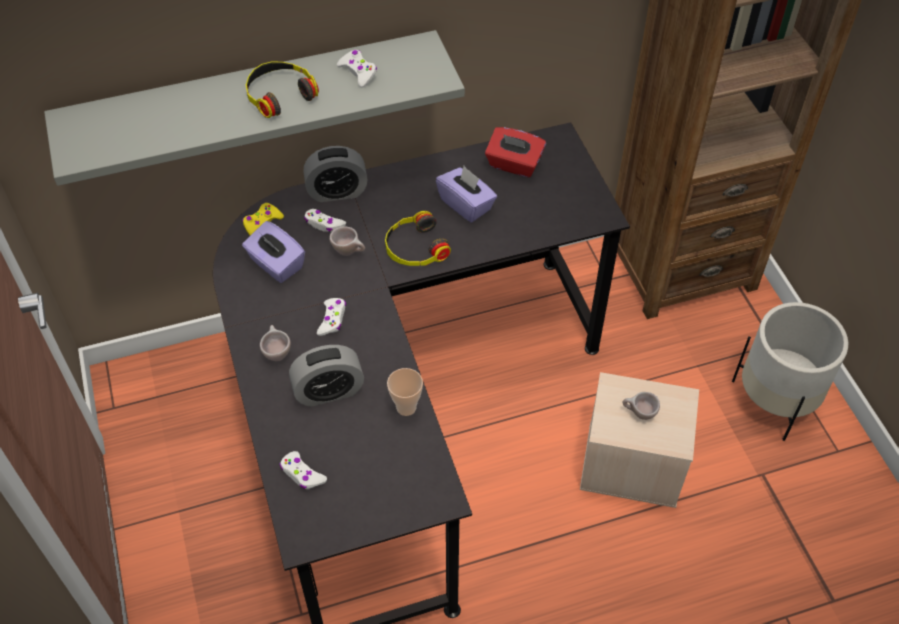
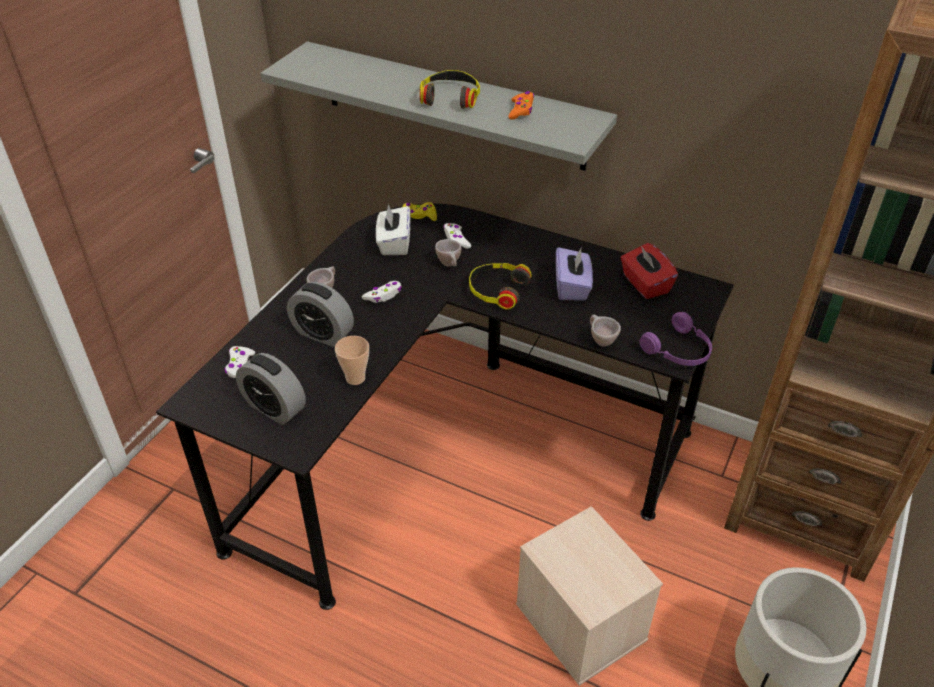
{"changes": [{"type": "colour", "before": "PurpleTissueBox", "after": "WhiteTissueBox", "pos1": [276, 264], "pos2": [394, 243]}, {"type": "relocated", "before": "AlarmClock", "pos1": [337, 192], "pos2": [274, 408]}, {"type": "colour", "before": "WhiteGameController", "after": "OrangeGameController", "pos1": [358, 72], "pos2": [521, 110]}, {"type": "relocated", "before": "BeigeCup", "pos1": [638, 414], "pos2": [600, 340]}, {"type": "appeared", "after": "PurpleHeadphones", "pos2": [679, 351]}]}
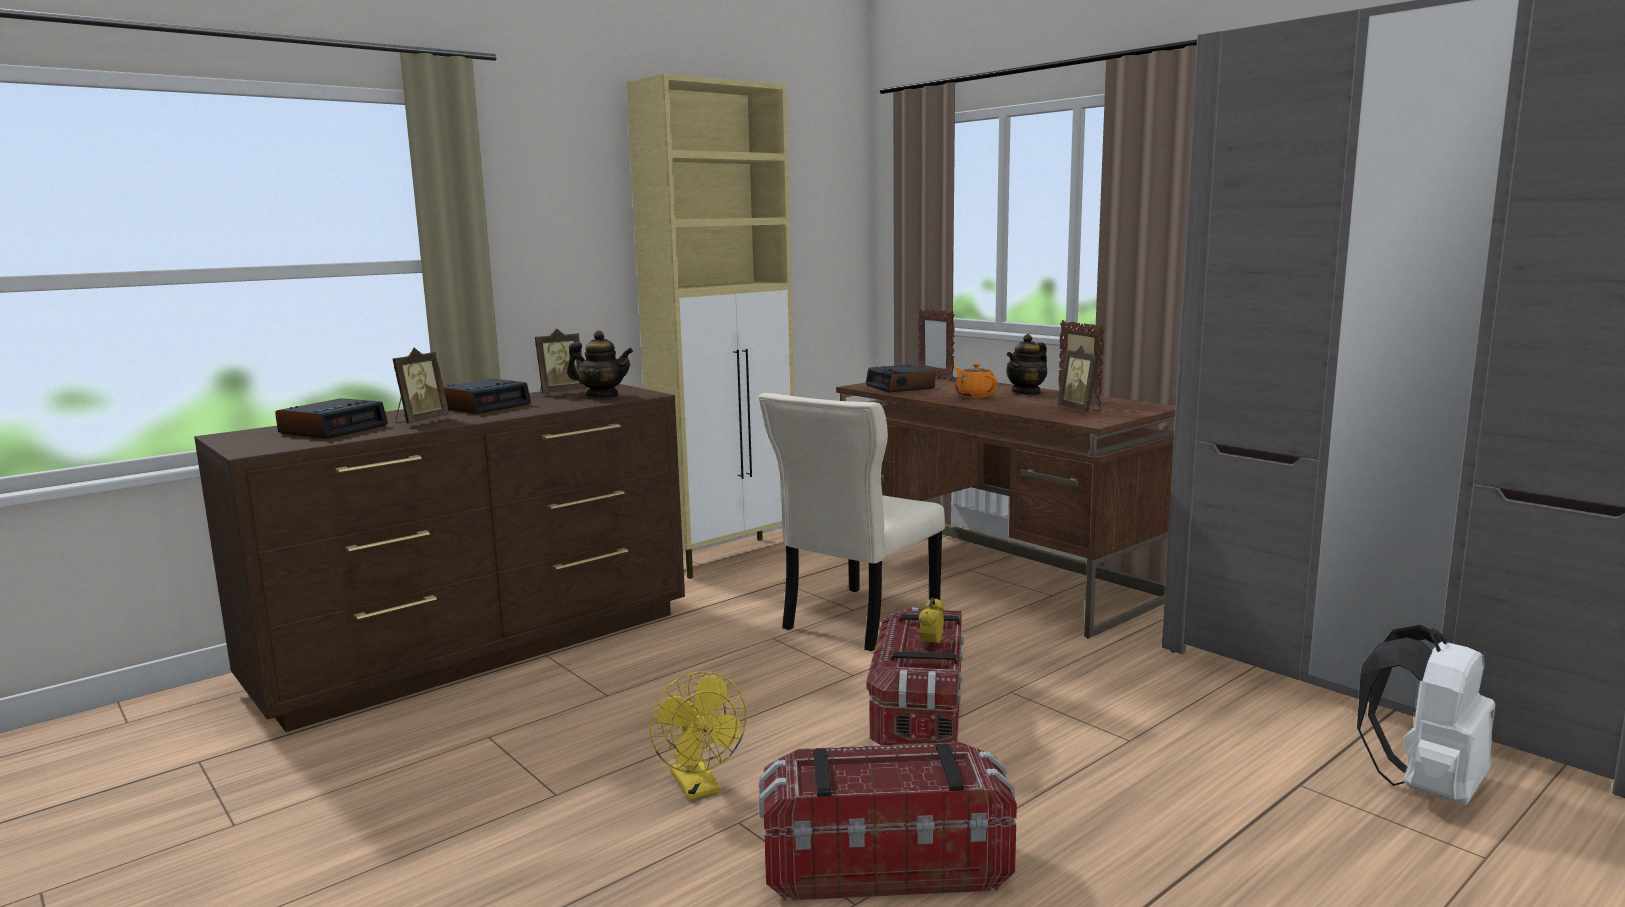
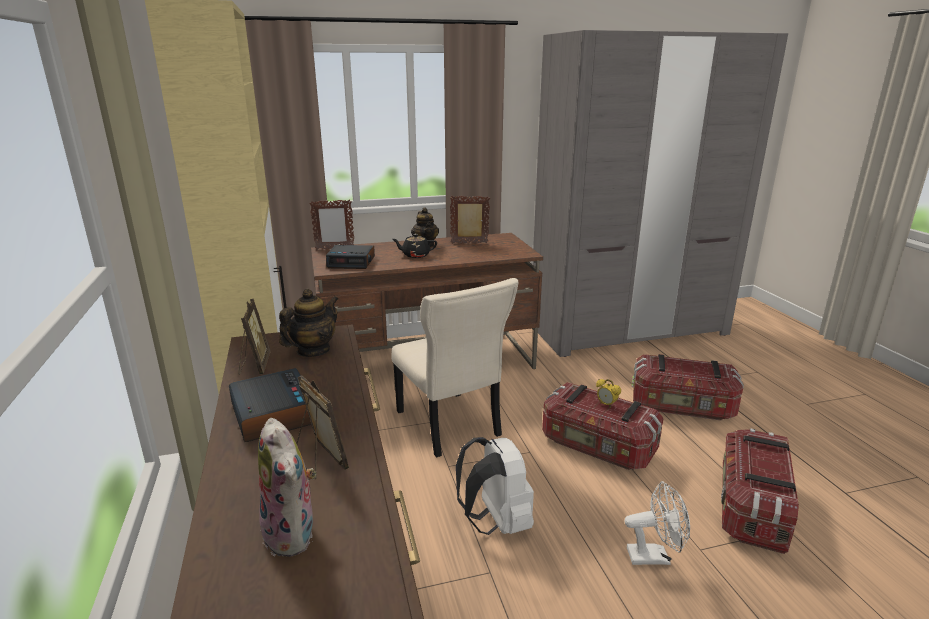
{"changes": [{"type": "exchanged", "before": "AlarmClock", "after": "PlushToy", "pos1": [334, 429], "pos2": [294, 534]}, {"type": "colour", "before": "YellowFan", "after": "WhiteFan", "pos1": [699, 788], "pos2": [654, 556]}, {"type": "colour", "before": "OrangeTeapot", "after": "BlackTeapot", "pos1": [975, 395], "pos2": [415, 255]}, {"type": "missing", "before": "PictureFrame", "pos1": [1080, 410]}, {"type": "relocated", "before": "WhiteBackpack", "pos1": [1425, 787], "pos2": [496, 522]}, {"type": "appeared", "after": "StorageBox", "pos2": [682, 406]}]}
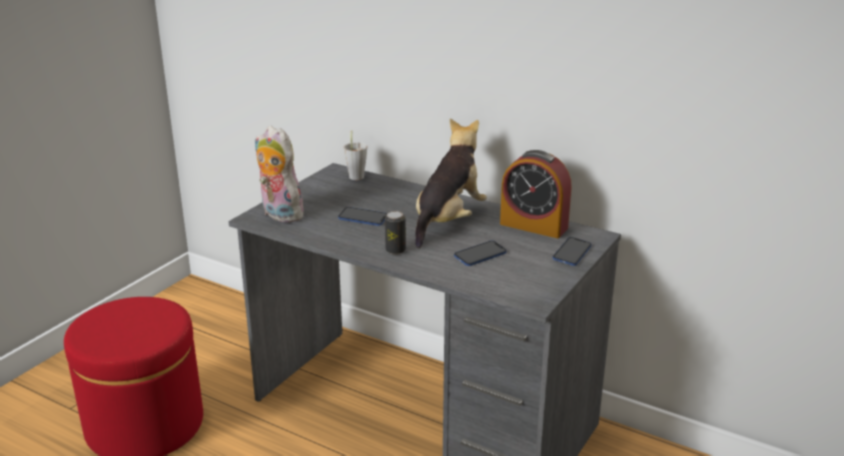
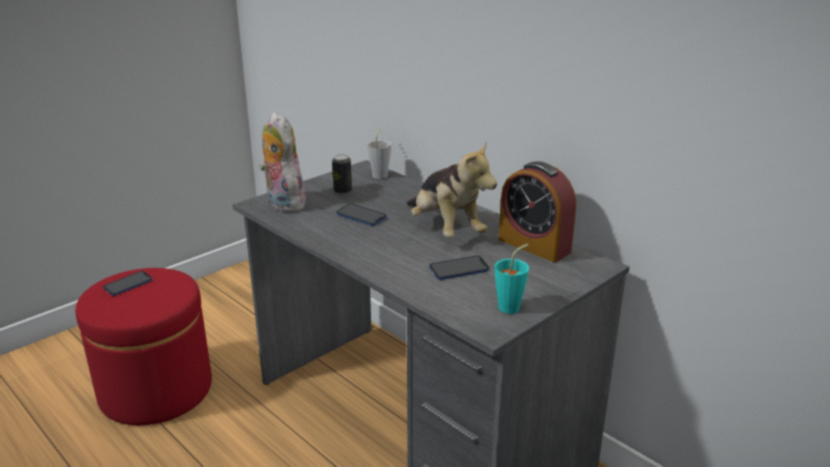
{"changes": [{"type": "relocated", "before": "Can", "pos1": [395, 250], "pos2": [342, 191]}, {"type": "spun", "before": "PlushToy", "pos1": [448, 221], "pos2": [445, 229], "turn": 105}, {"type": "relocated", "before": "Phone", "pos1": [572, 253], "pos2": [128, 284]}, {"type": "appeared", "after": "TurquoiseCup", "pos2": [512, 306]}]}
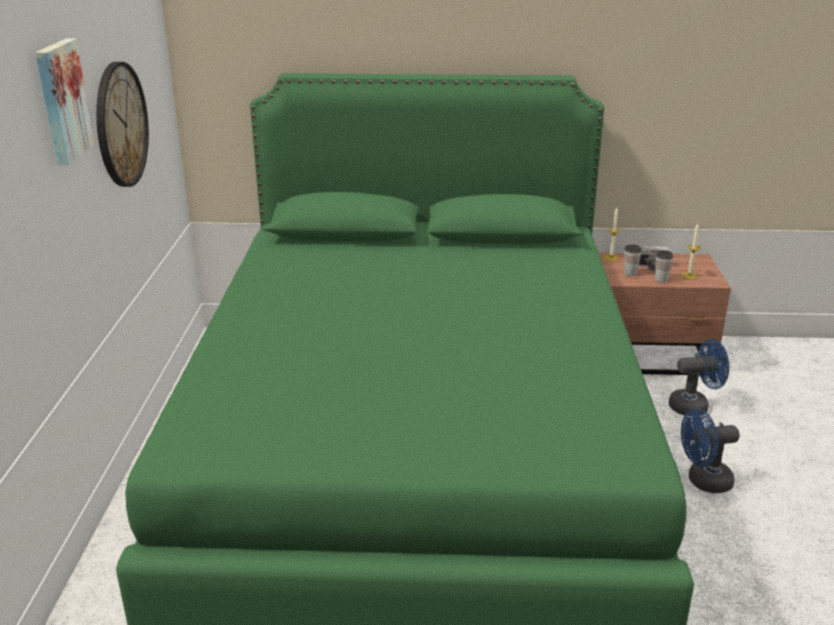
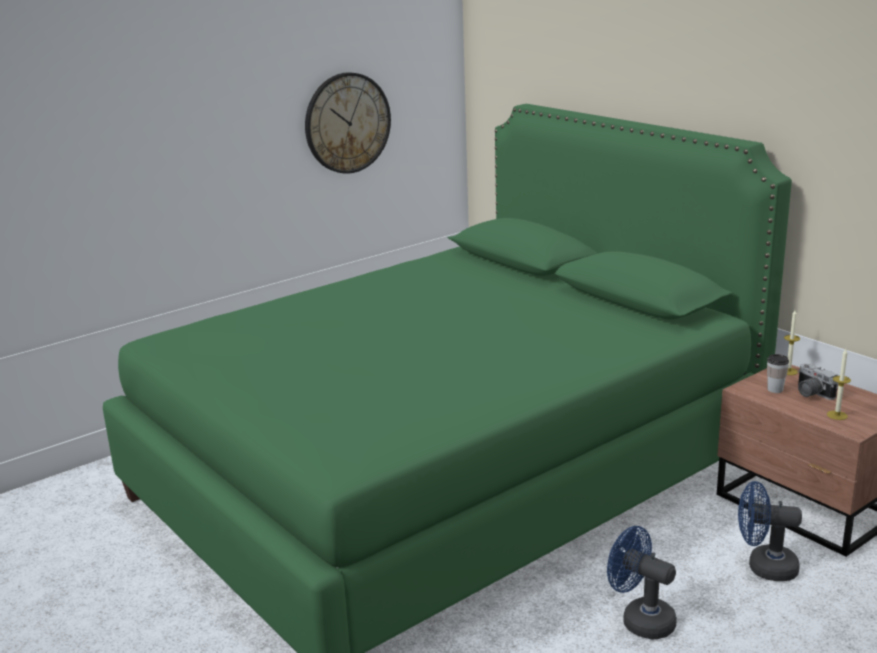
{"changes": [{"type": "missing", "before": "Picture", "pos1": [61, 101]}, {"type": "missing", "before": "Cup", "pos1": [661, 280]}, {"type": "spun", "before": "BlueFan", "pos1": [694, 406], "pos2": [764, 567], "turn": 150}]}
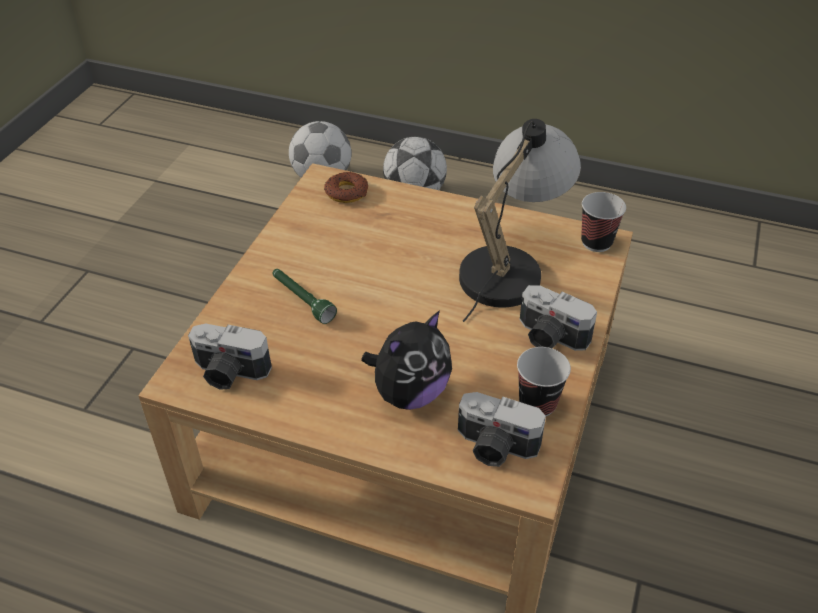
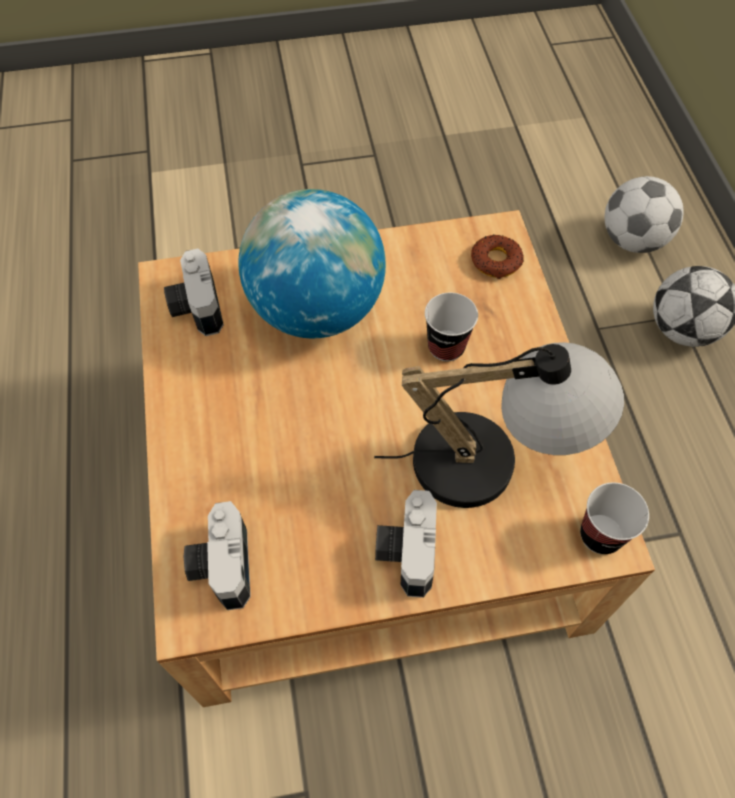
{"changes": [{"type": "exchanged", "before": "GreenFlashlight", "after": "Globe", "pos1": [302, 300], "pos2": [316, 309]}, {"type": "missing", "before": "PlushToy", "pos1": [409, 393]}, {"type": "relocated", "before": "Cup", "pos1": [537, 404], "pos2": [446, 347]}]}
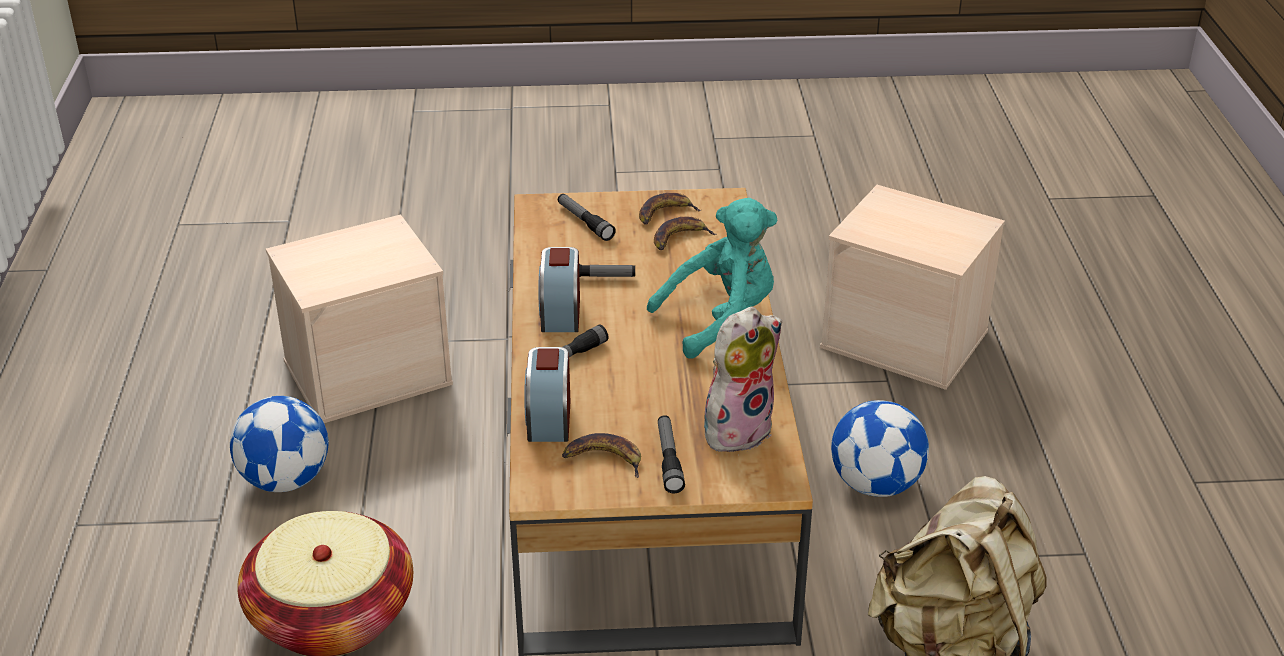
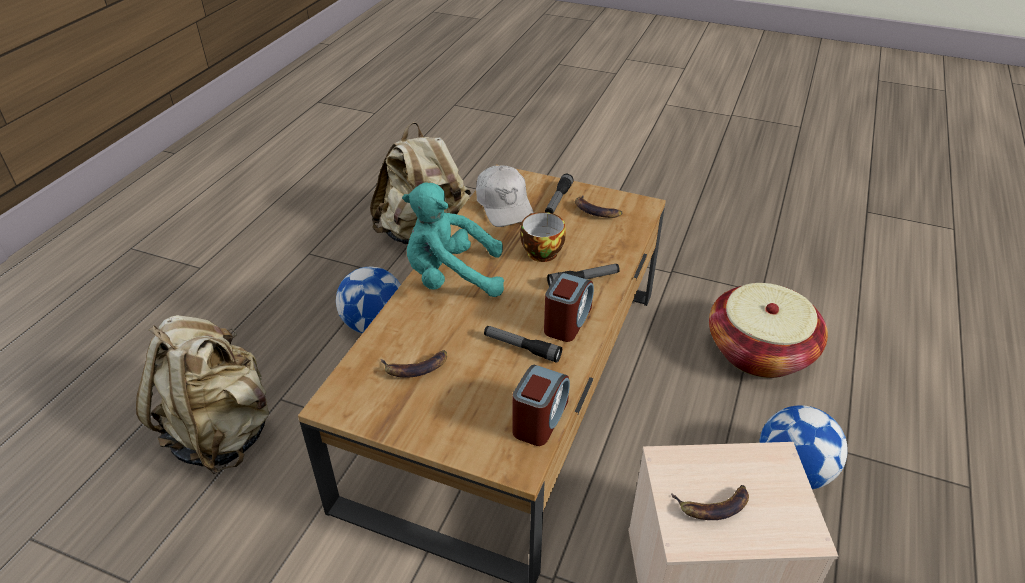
{"changes": [{"type": "relocated", "before": "AlarmClock", "pos1": [548, 418], "pos2": [540, 419]}, {"type": "missing", "before": "Flashlight", "pos1": [585, 222]}, {"type": "relocated", "before": "Banana", "pos1": [665, 214], "pos2": [713, 505]}, {"type": "exchanged", "before": "PlushToy", "after": "WhiteCap", "pos1": [737, 429], "pos2": [504, 205]}, {"type": "exchanged", "before": "BeigeStorageBox", "after": "BeigeBackpack", "pos1": [907, 339], "pos2": [222, 432]}, {"type": "appeared", "after": "Cup", "pos2": [540, 251]}]}
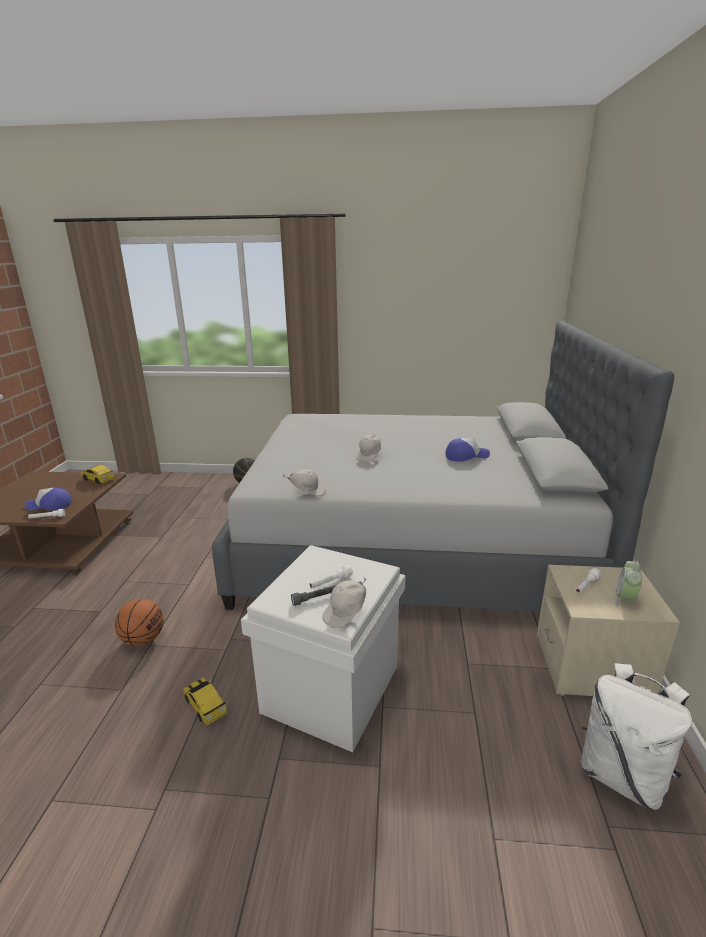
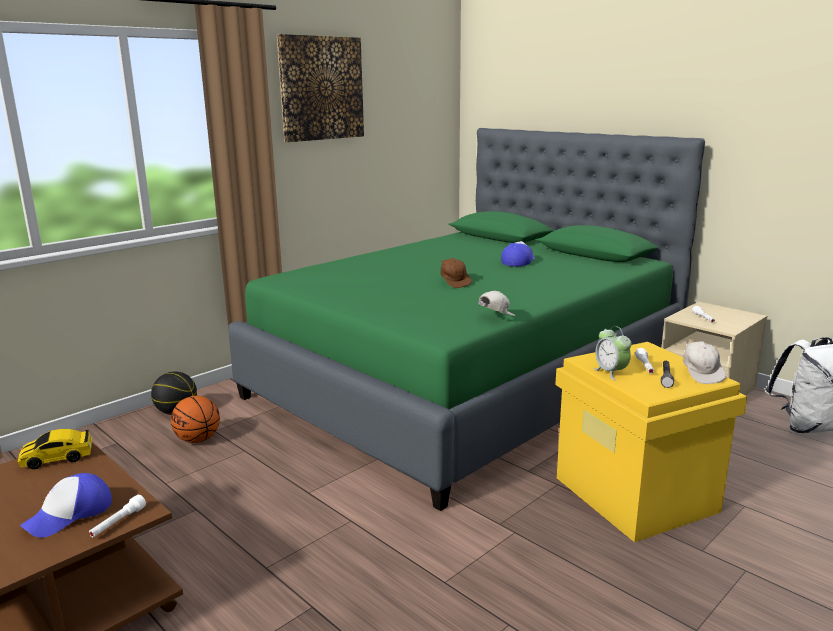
{"changes": [{"type": "relocated", "before": "Basketball", "pos1": [143, 639], "pos2": [198, 440]}, {"type": "missing", "before": "ToyCar", "pos1": [205, 705]}, {"type": "colour", "before": "GreyBed", "after": "GreenBed", "pos1": [410, 543], "pos2": [467, 382]}, {"type": "colour", "before": "WhiteStorageBox", "after": "YellowStorageBox", "pos1": [331, 690], "pos2": [637, 495]}, {"type": "colour", "before": "WhiteCap", "after": "BrownCap", "pos1": [369, 456], "pos2": [455, 282]}, {"type": "relocated", "before": "AlarmClock", "pos1": [625, 599], "pos2": [611, 372]}, {"type": "appeared", "after": "Picture", "pos2": [321, 88]}]}
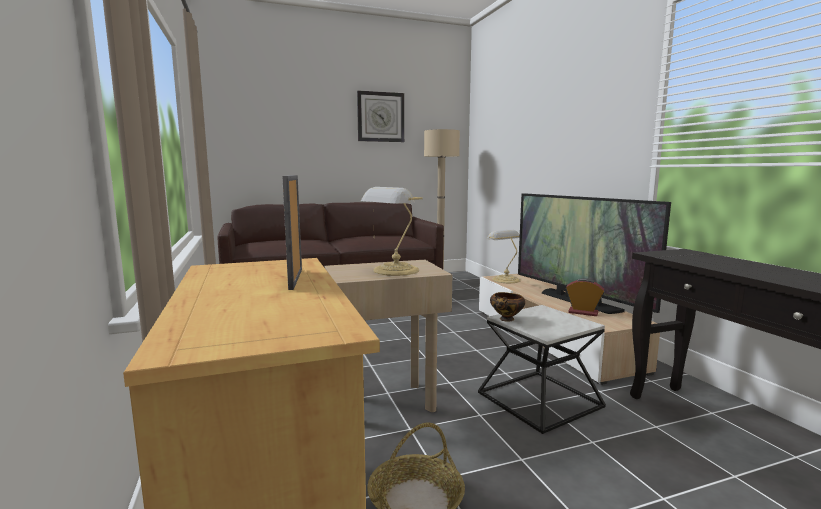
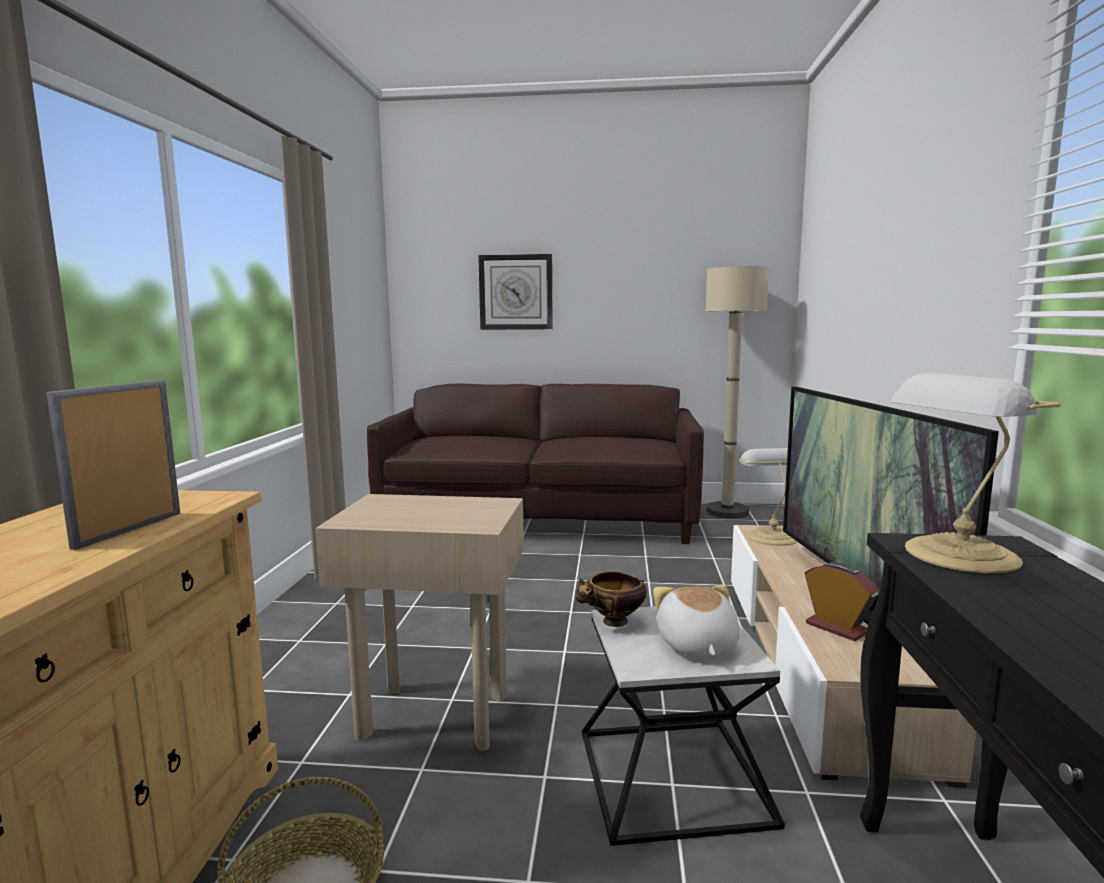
{"changes": [{"type": "relocated", "before": "WallClock", "pos1": [380, 117], "pos2": [516, 292]}, {"type": "relocated", "before": "TableLamp", "pos1": [394, 270], "pos2": [957, 555]}, {"type": "appeared", "after": "PlushToy", "pos2": [696, 646]}]}
